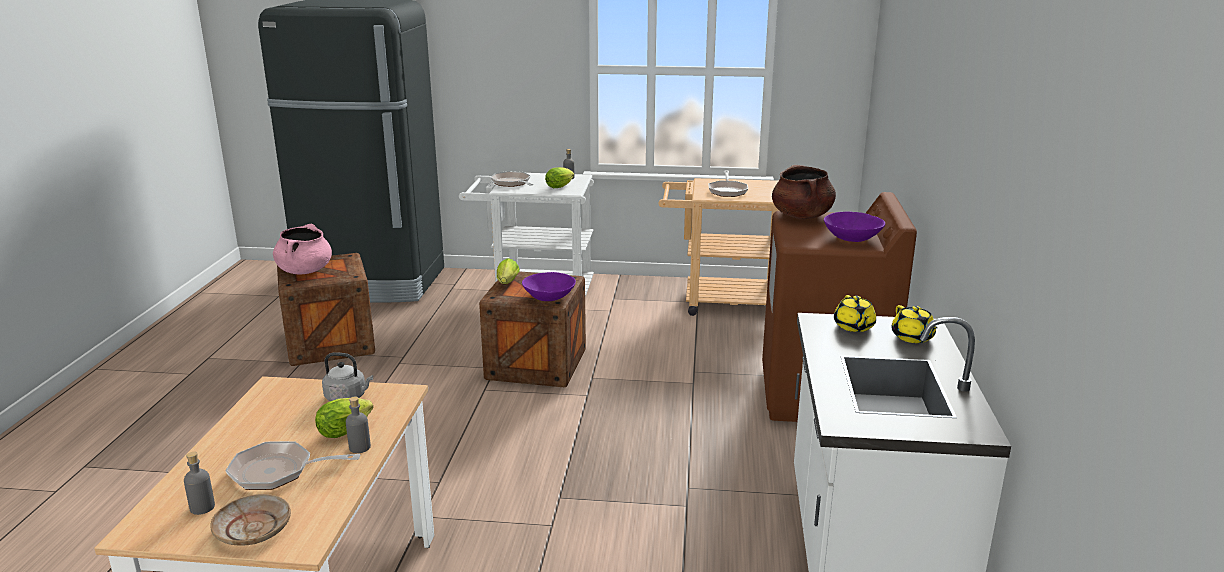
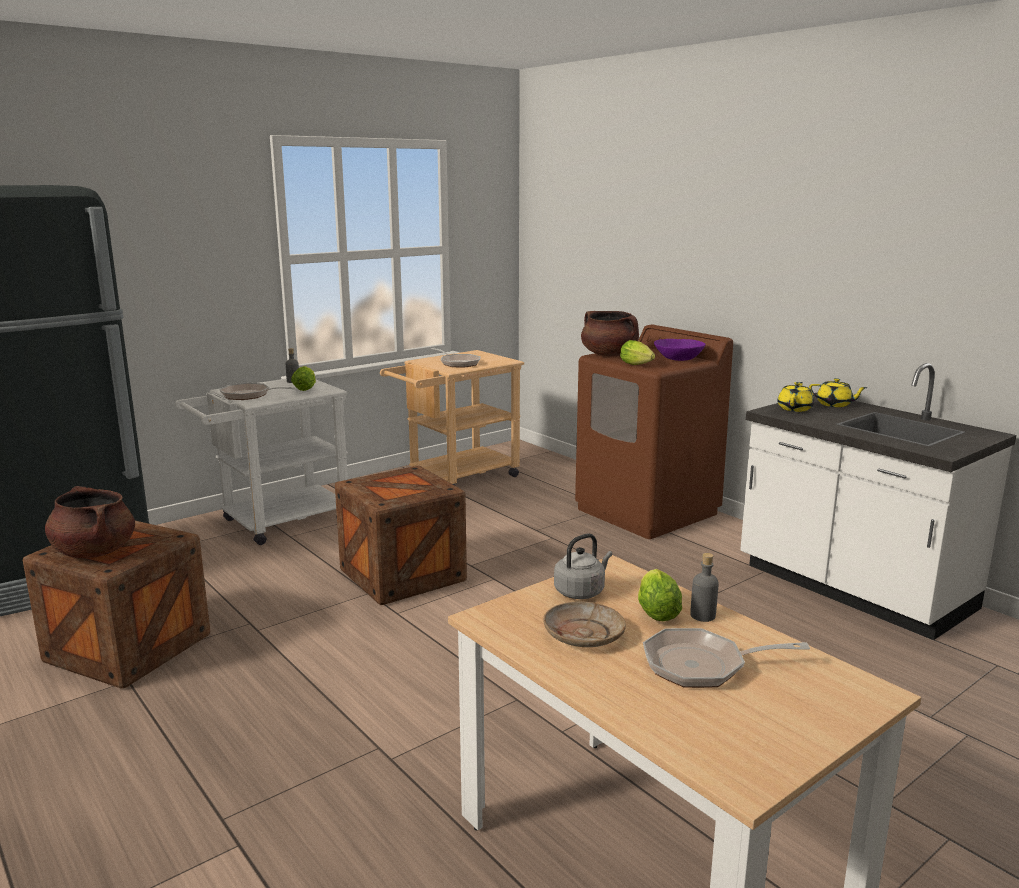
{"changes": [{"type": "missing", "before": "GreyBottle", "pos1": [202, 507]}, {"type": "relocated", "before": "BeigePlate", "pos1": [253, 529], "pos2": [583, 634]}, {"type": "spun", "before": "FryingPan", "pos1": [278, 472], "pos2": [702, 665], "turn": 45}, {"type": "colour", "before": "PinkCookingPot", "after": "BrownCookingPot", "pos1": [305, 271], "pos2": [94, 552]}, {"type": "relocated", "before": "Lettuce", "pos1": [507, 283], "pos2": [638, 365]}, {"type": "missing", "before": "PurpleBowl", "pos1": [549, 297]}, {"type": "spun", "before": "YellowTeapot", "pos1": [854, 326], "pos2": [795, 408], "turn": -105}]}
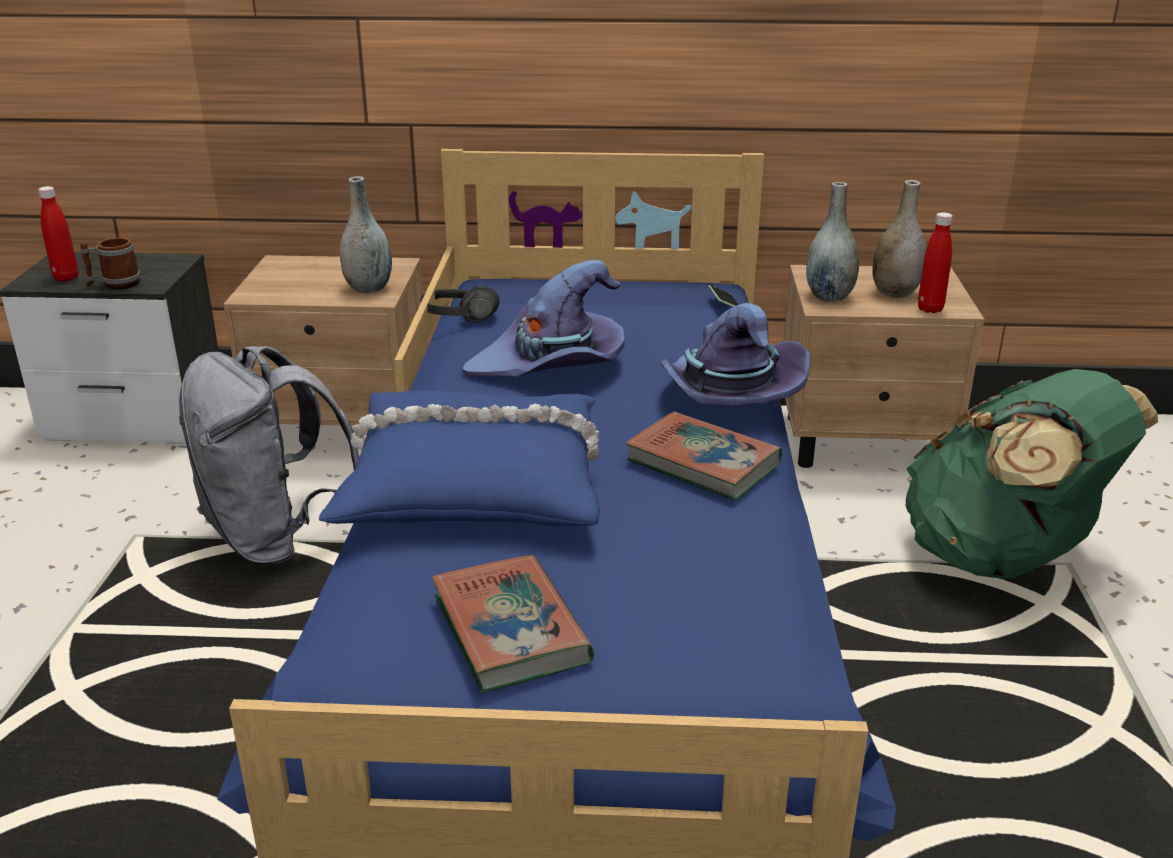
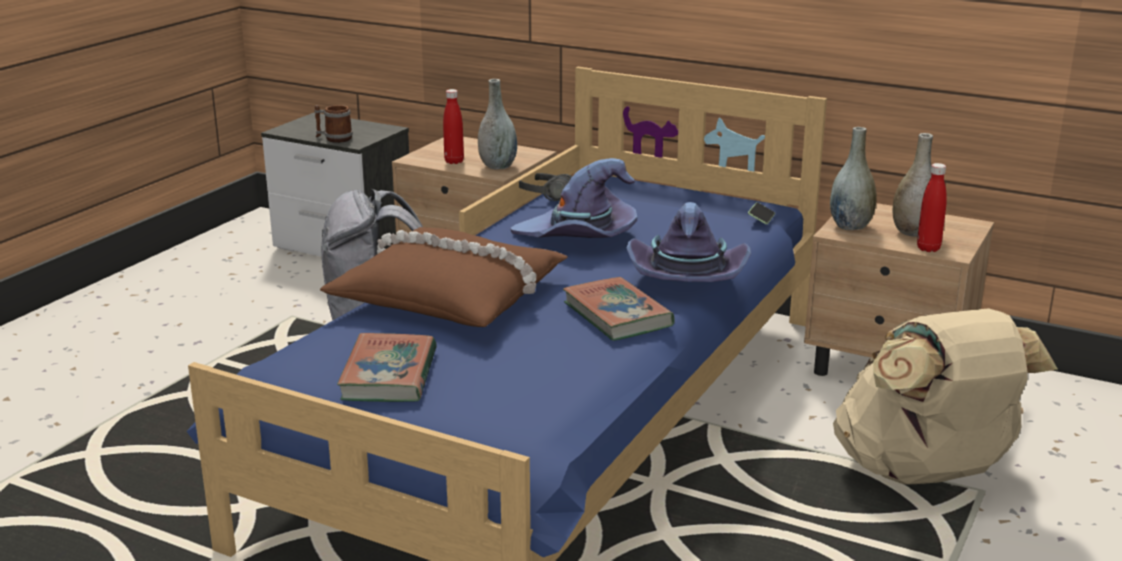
{"changes": [{"type": "relocated", "before": "RedBottle", "pos1": [66, 278], "pos2": [454, 161]}, {"type": "colour", "before": "BluePillow", "after": "BrownPillow", "pos1": [474, 482], "pos2": [450, 295]}, {"type": "colour", "before": "GreenBackpack", "after": "BeigeBackpack", "pos1": [1001, 558], "pos2": [926, 473]}]}
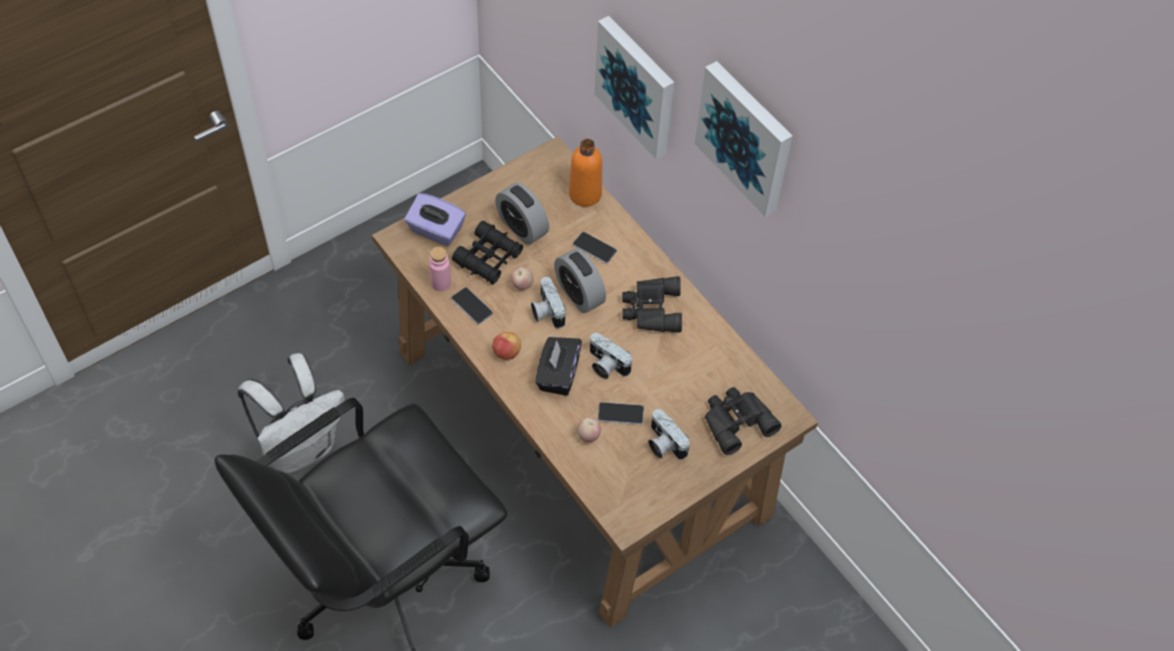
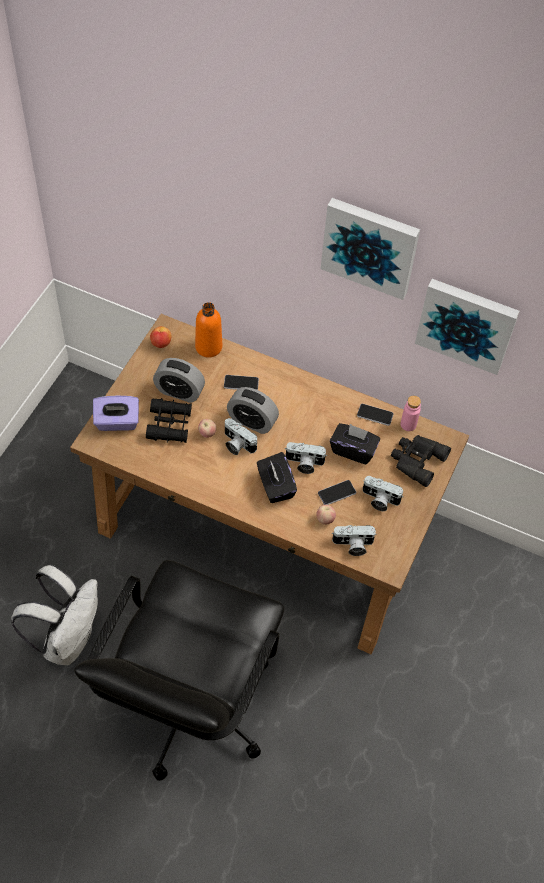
{"changes": [{"type": "relocated", "before": "PinkBottle", "pos1": [441, 283], "pos2": [408, 424]}, {"type": "relocated", "before": "Phone", "pos1": [472, 306], "pos2": [375, 415]}, {"type": "relocated", "before": "Apple", "pos1": [506, 353], "pos2": [161, 343]}, {"type": "relocated", "before": "Picture", "pos1": [637, 85], "pos2": [467, 323]}, {"type": "missing", "before": "BlackBinoculars", "pos1": [650, 309]}, {"type": "appeared", "after": "BlackTissueBox", "pos2": [353, 450]}, {"type": "appeared", "after": "PhotoCamera", "pos2": [353, 545]}]}
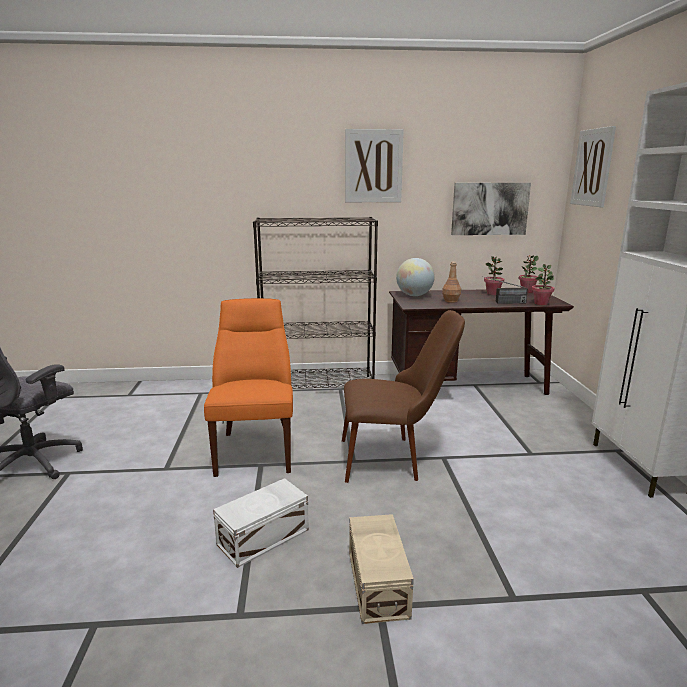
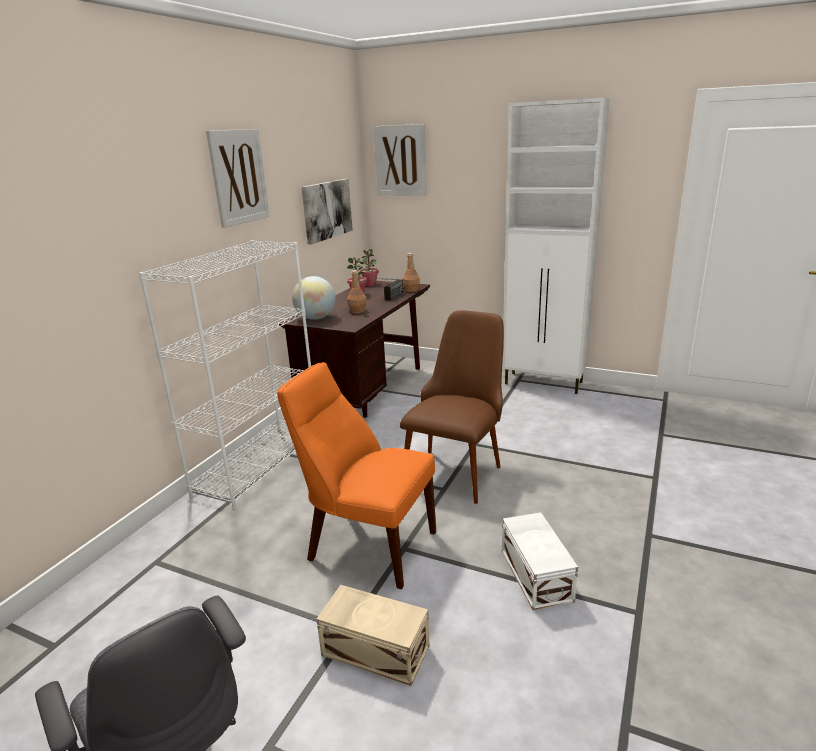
{"changes": [{"type": "colour", "before": "BlackBookcase", "after": "WhiteBookcase", "pos1": [318, 385], "pos2": [259, 464]}, {"type": "relocated", "before": "BeigeStorageBox", "pos1": [379, 582], "pos2": [374, 649]}, {"type": "exchanged", "before": "PottedPlant", "after": "BrownBottle", "pos1": [541, 303], "pos2": [411, 290]}]}
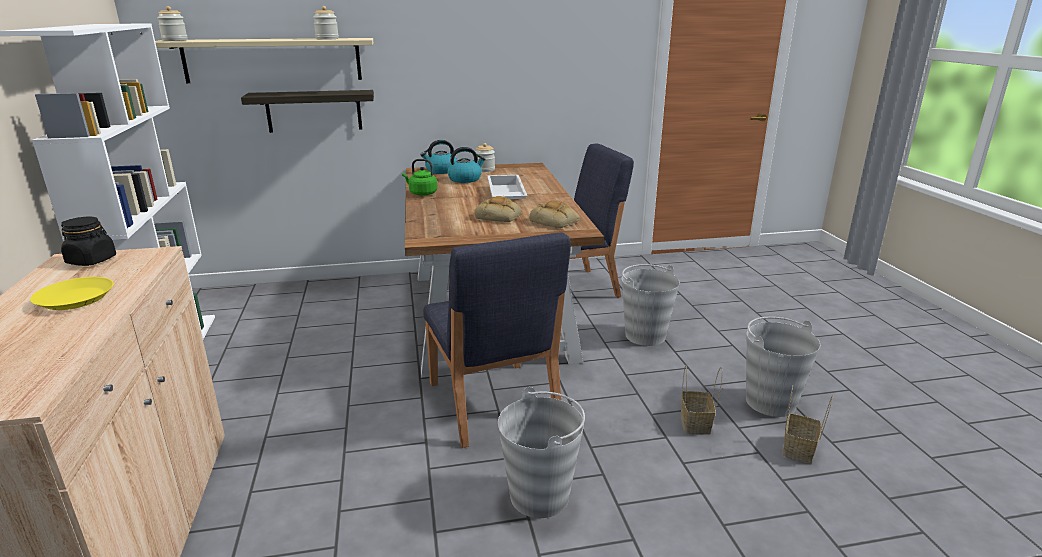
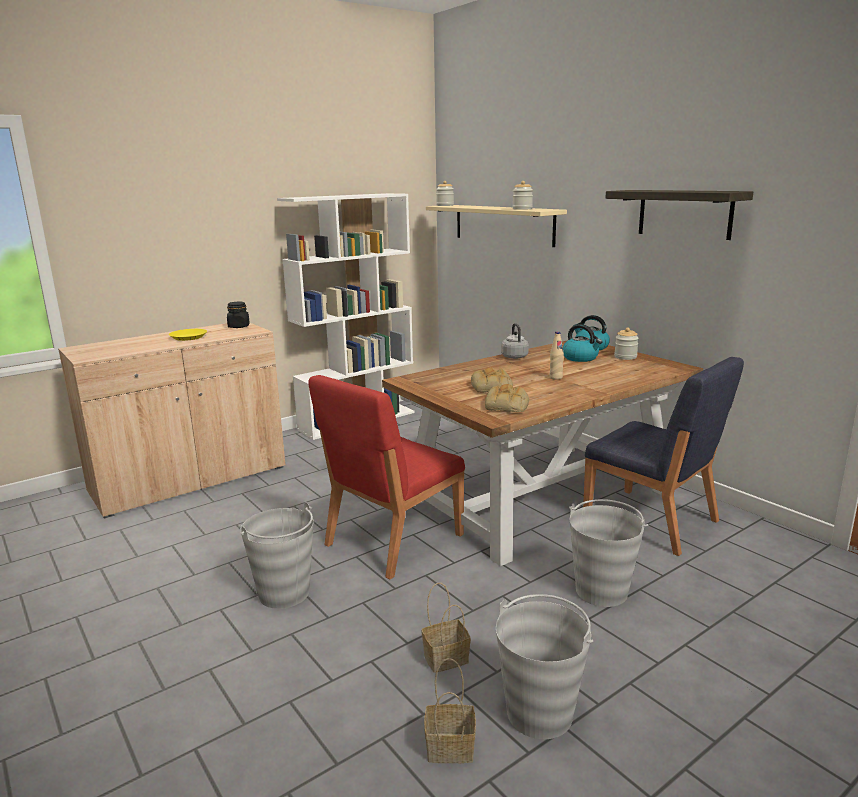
{"changes": [{"type": "relocated", "before": "Shelf", "pos1": [314, 111], "pos2": [684, 213]}, {"type": "colour", "before": "GreenKettle", "after": "GreyKettle", "pos1": [421, 193], "pos2": [514, 356]}, {"type": "colour", "before": "BlueChair", "after": "RedChair", "pos1": [493, 403], "pos2": [392, 540]}, {"type": "exchanged", "before": "WhiteTray", "after": "BeigeBottle", "pos1": [505, 195], "pos2": [556, 377]}]}
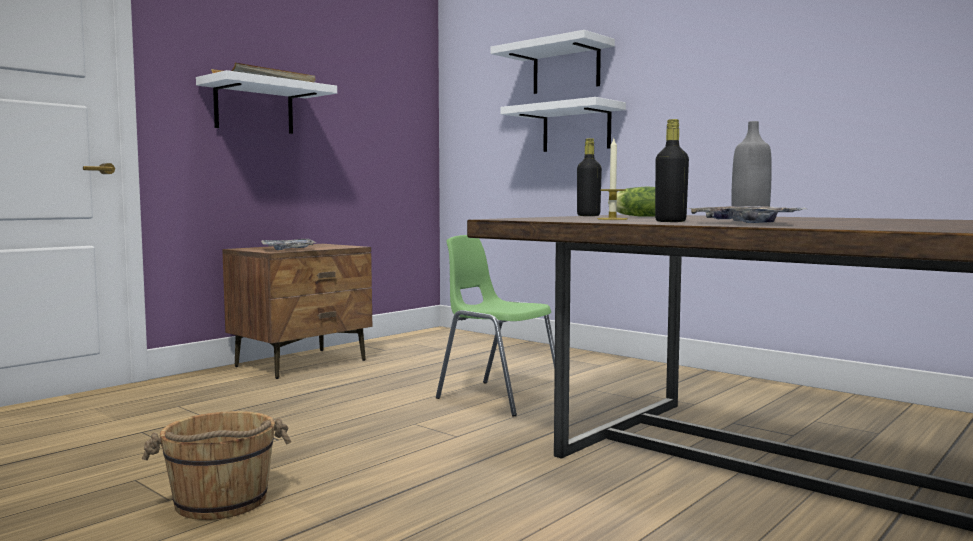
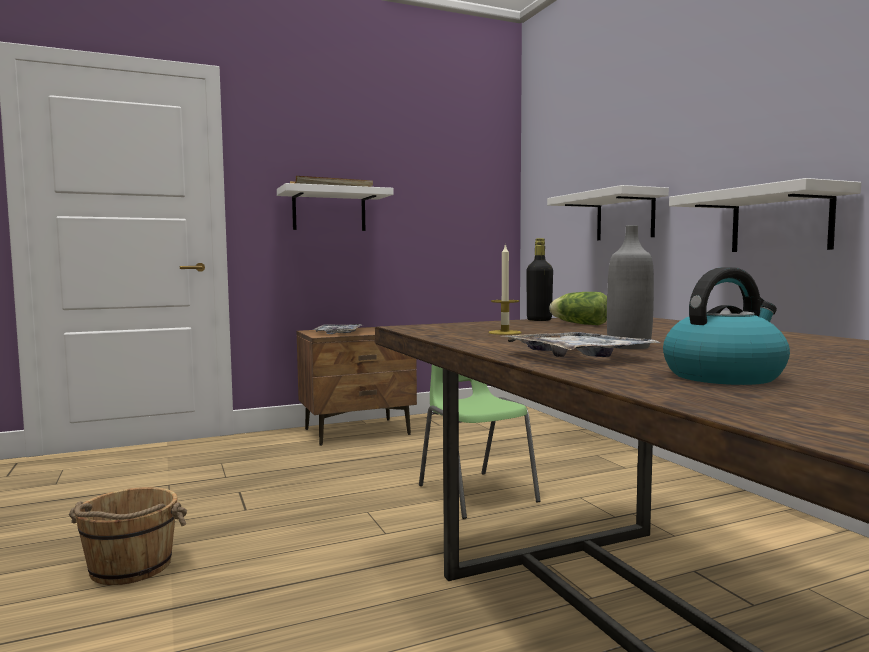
{"changes": [{"type": "relocated", "before": "WhiteShelf", "pos1": [566, 68], "pos2": [780, 221]}, {"type": "missing", "before": "BlackBottle", "pos1": [670, 221]}, {"type": "appeared", "after": "Kettle", "pos2": [724, 376]}]}
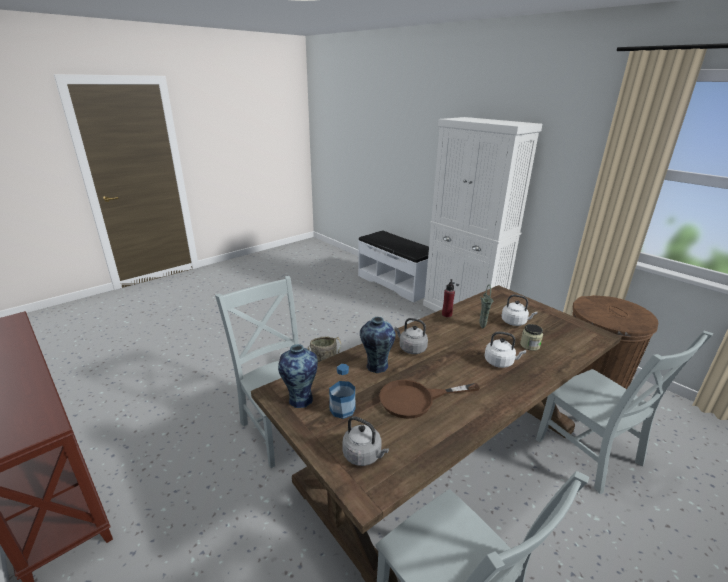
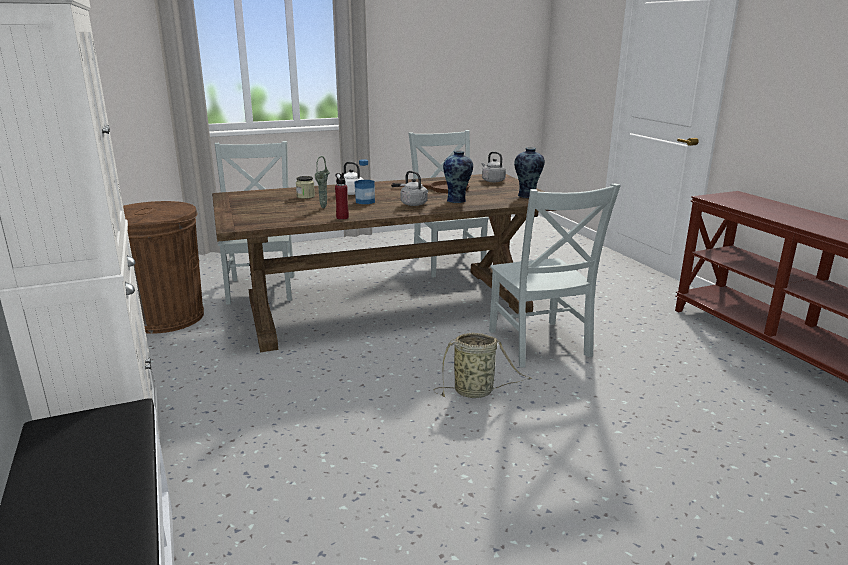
{"changes": [{"type": "relocated", "before": "Bottle", "pos1": [342, 409], "pos2": [365, 201]}, {"type": "missing", "before": "WhiteKettle", "pos1": [515, 322]}]}
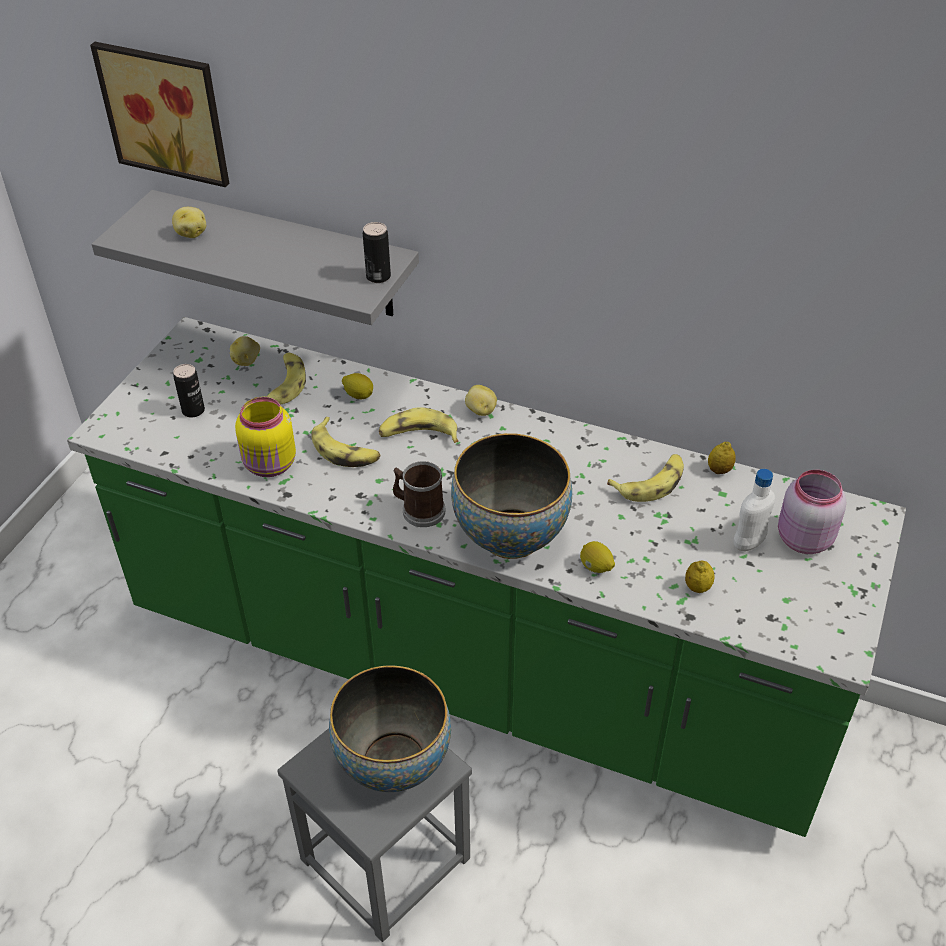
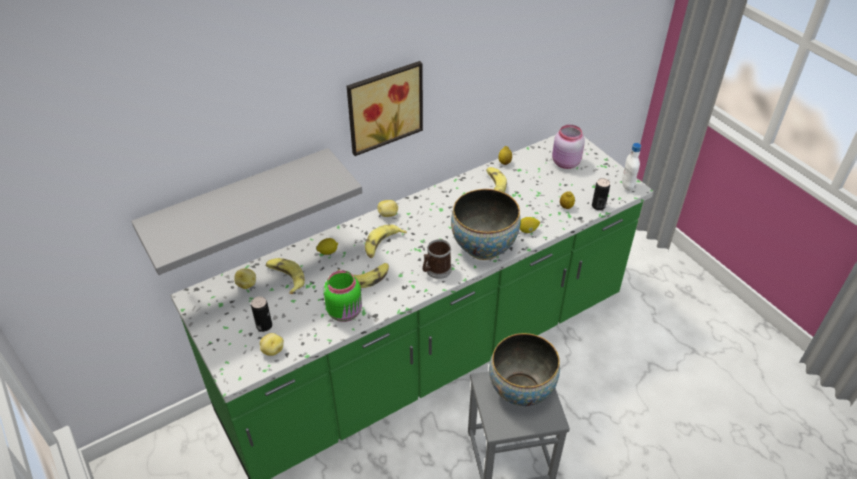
{"changes": [{"type": "relocated", "before": "Picture", "pos1": [166, 111], "pos2": [383, 106]}, {"type": "relocated", "before": "Potato", "pos1": [191, 234], "pos2": [272, 350]}, {"type": "colour", "before": "YellowJar", "after": "GreenJar", "pos1": [271, 465], "pos2": [346, 312]}, {"type": "relocated", "before": "Can", "pos1": [378, 277], "pos2": [598, 206]}, {"type": "relocated", "before": "WhiteBottle", "pos1": [748, 543], "pos2": [627, 185]}]}
